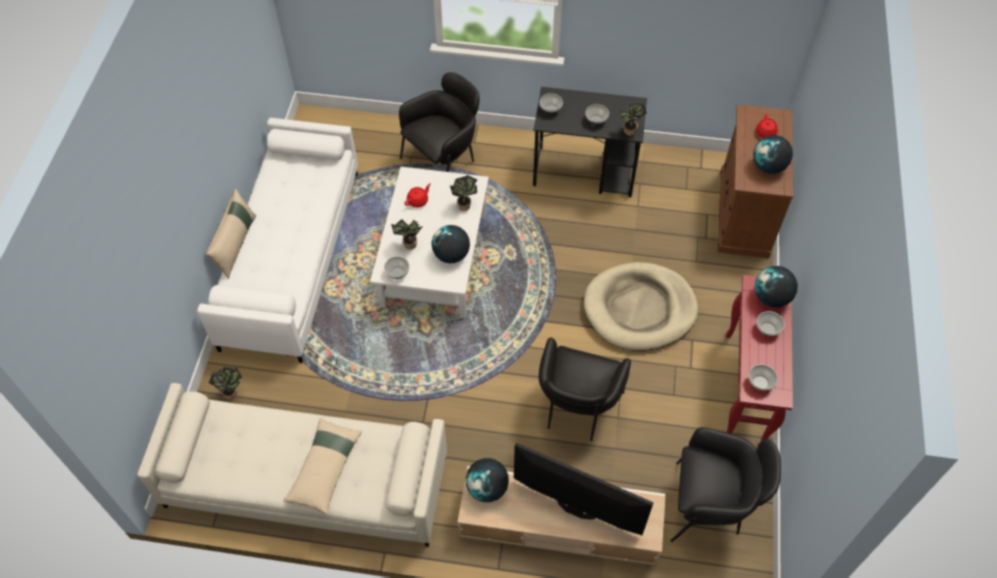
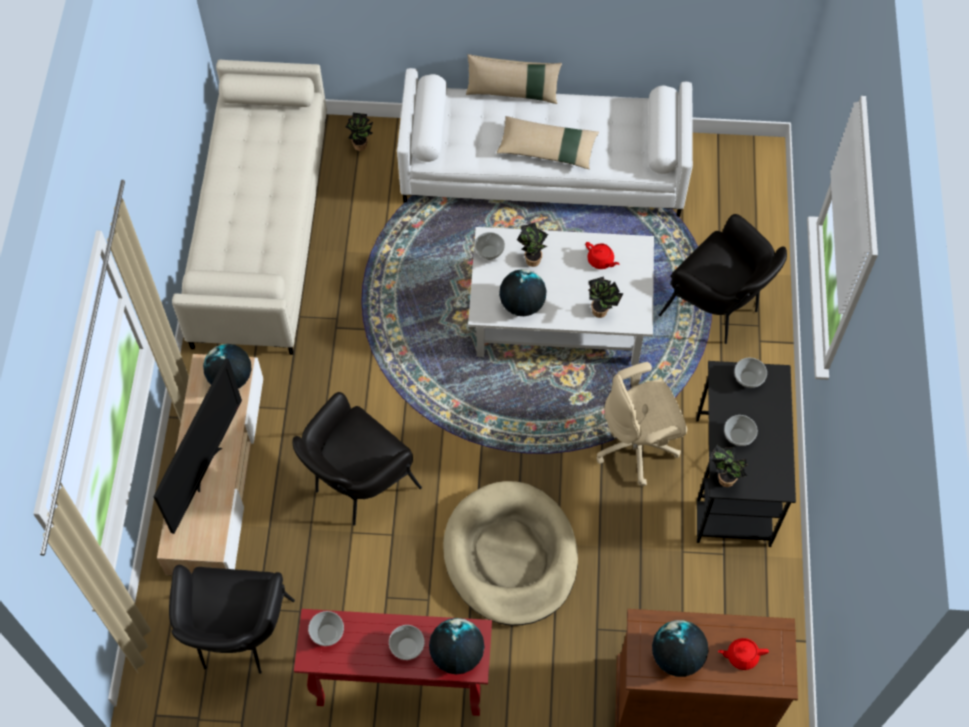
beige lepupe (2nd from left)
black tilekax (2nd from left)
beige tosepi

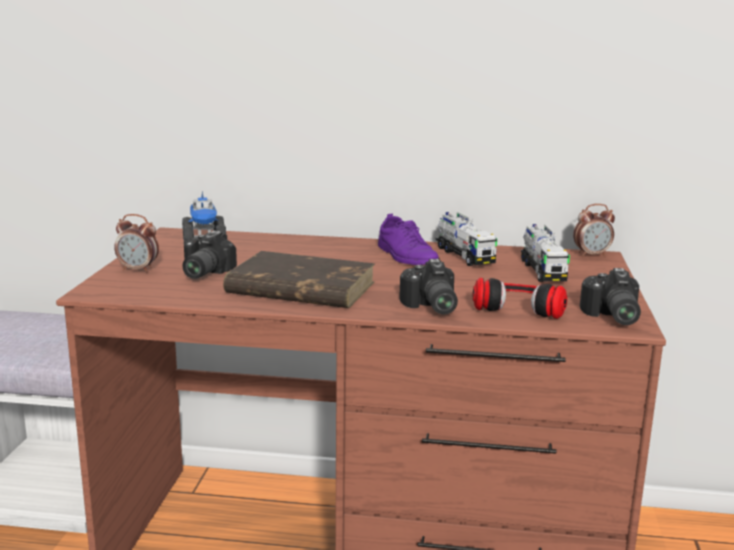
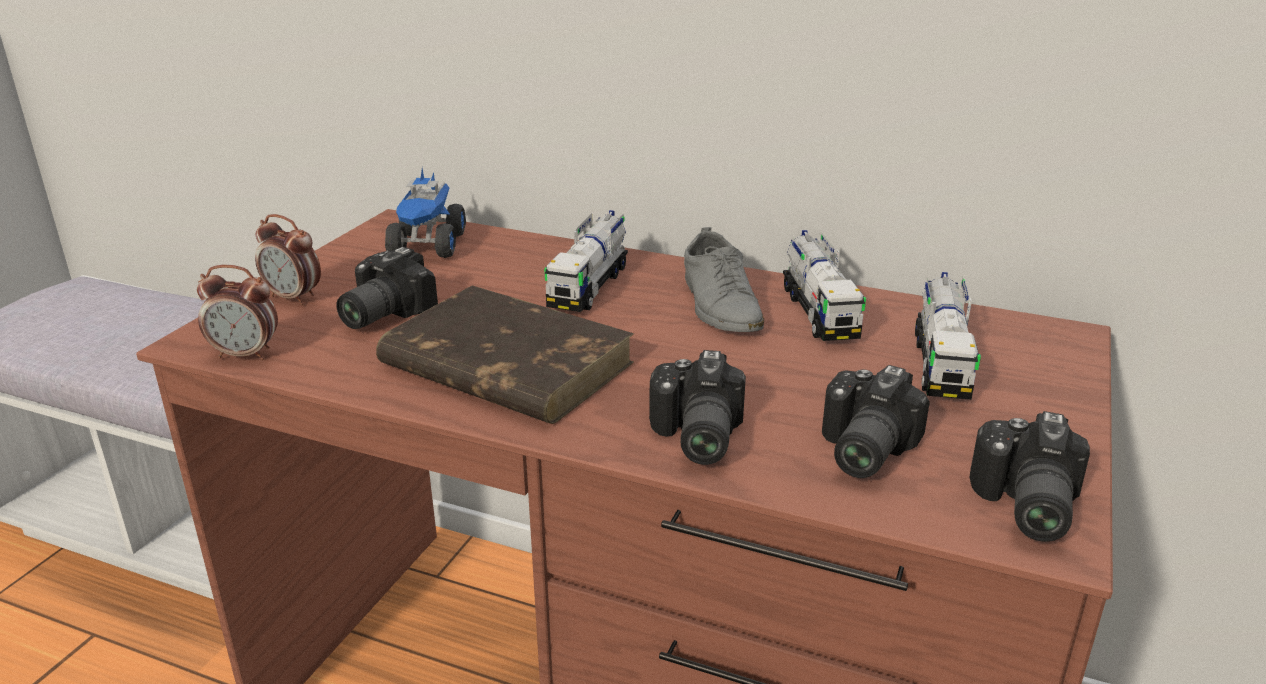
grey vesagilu
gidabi (3rd from left)
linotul (1st from left)
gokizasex (2nd from left)

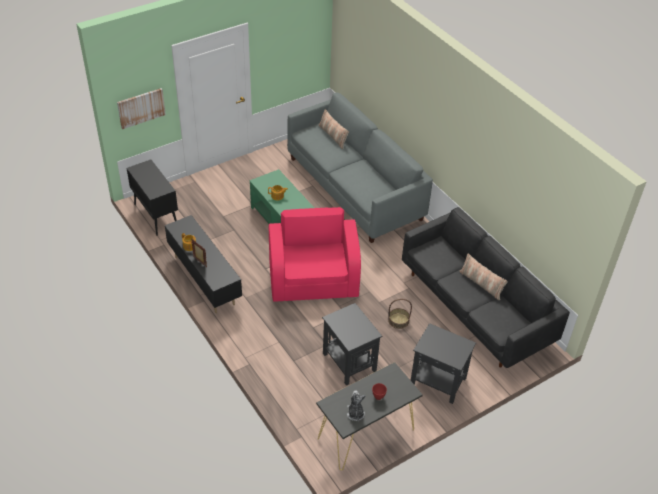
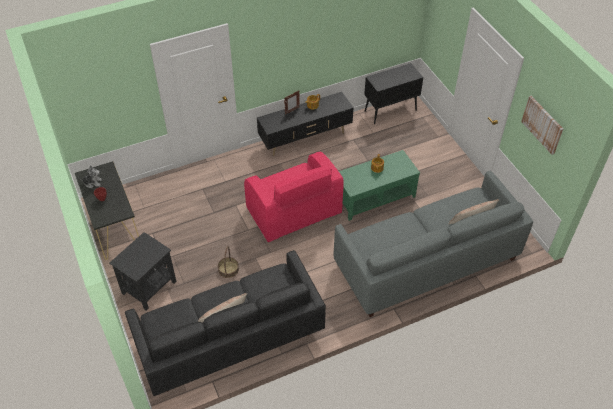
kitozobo
pink tilekax
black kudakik (1st from left in the first image)

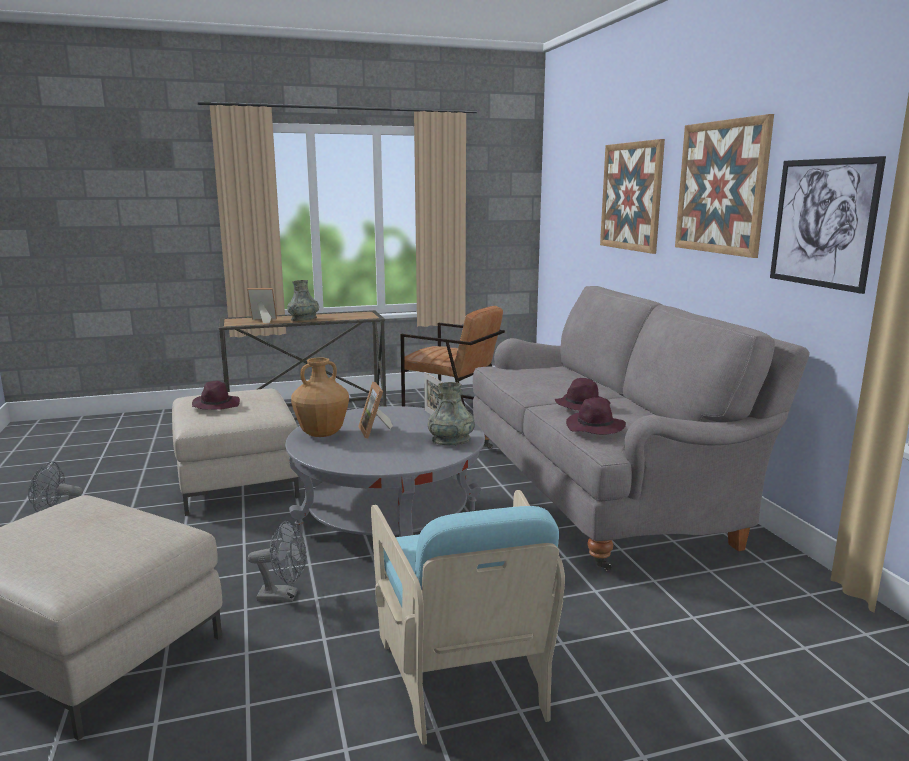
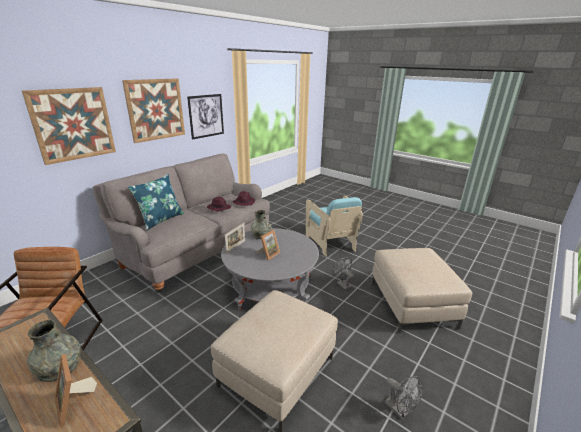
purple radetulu (1st from left in the first image)
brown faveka
turquoise tilekax
blue lepupe

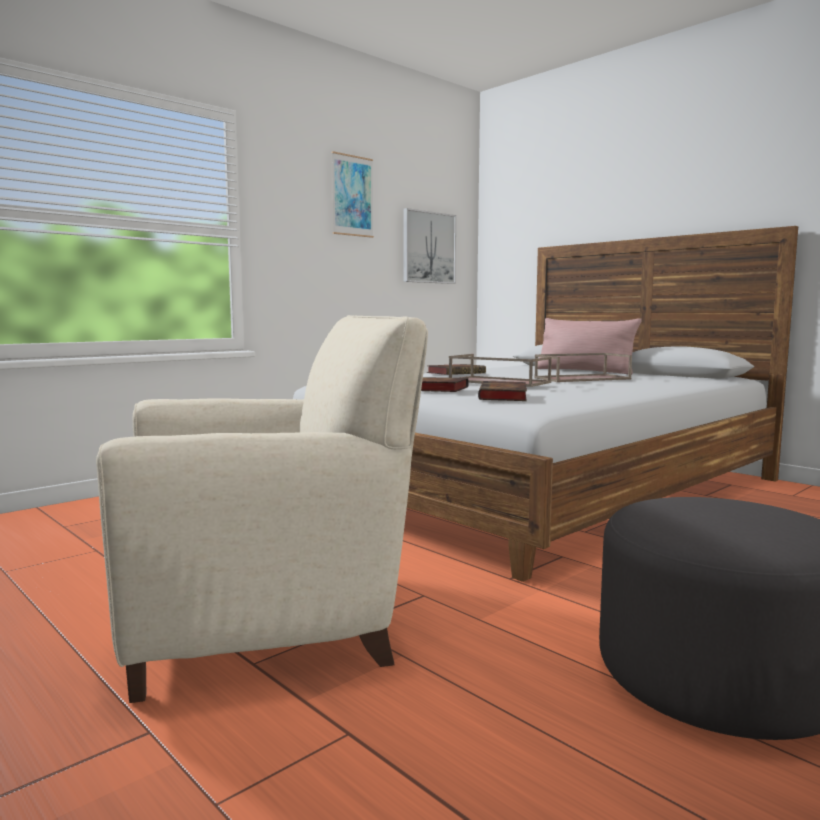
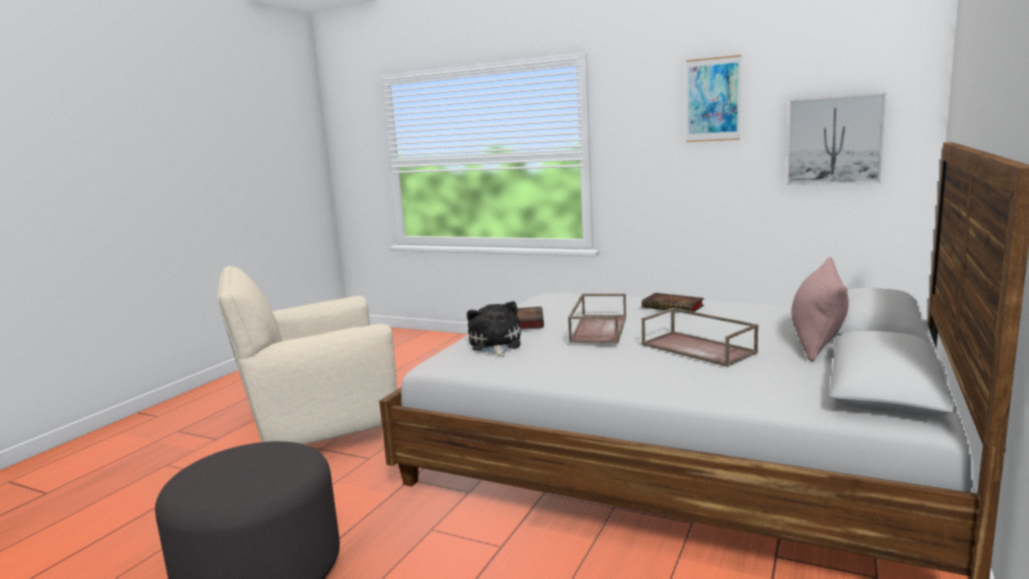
beige tilekax
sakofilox

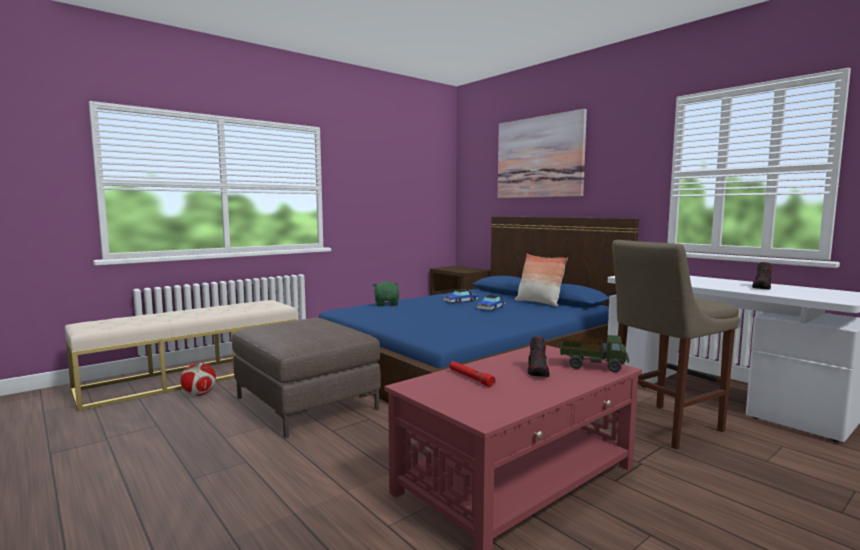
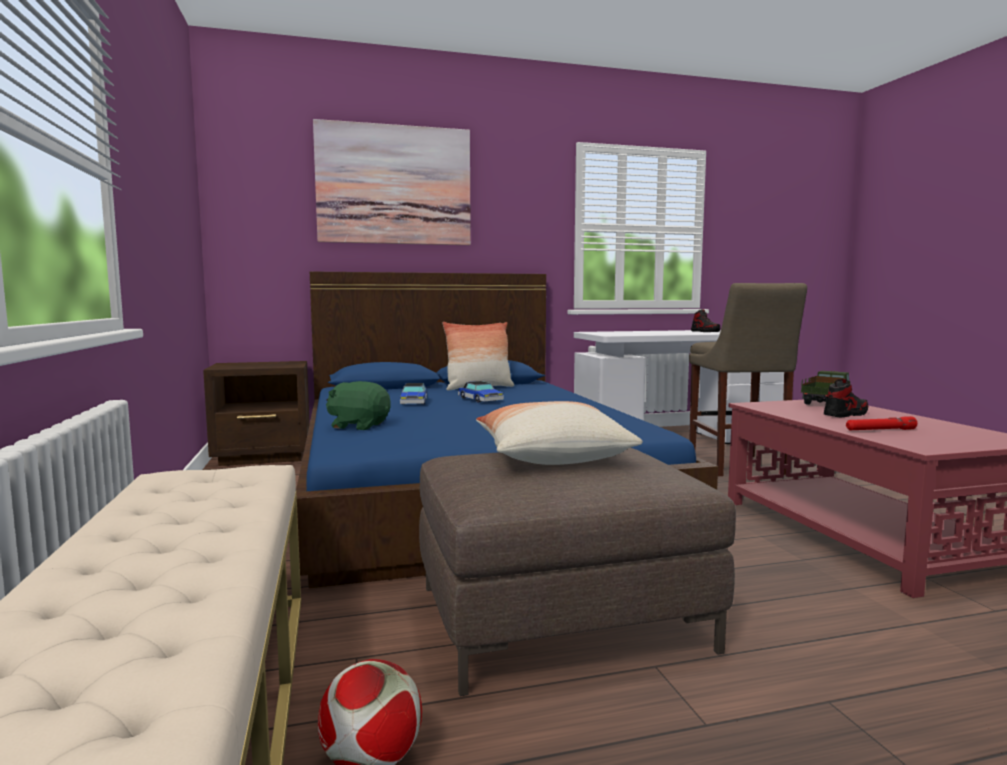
vesagilu (2nd from left)
lepupe (2nd from left)

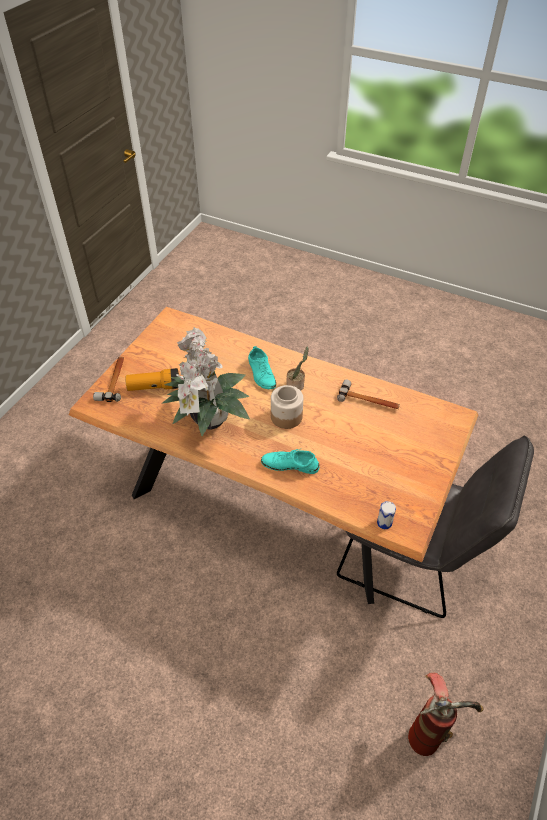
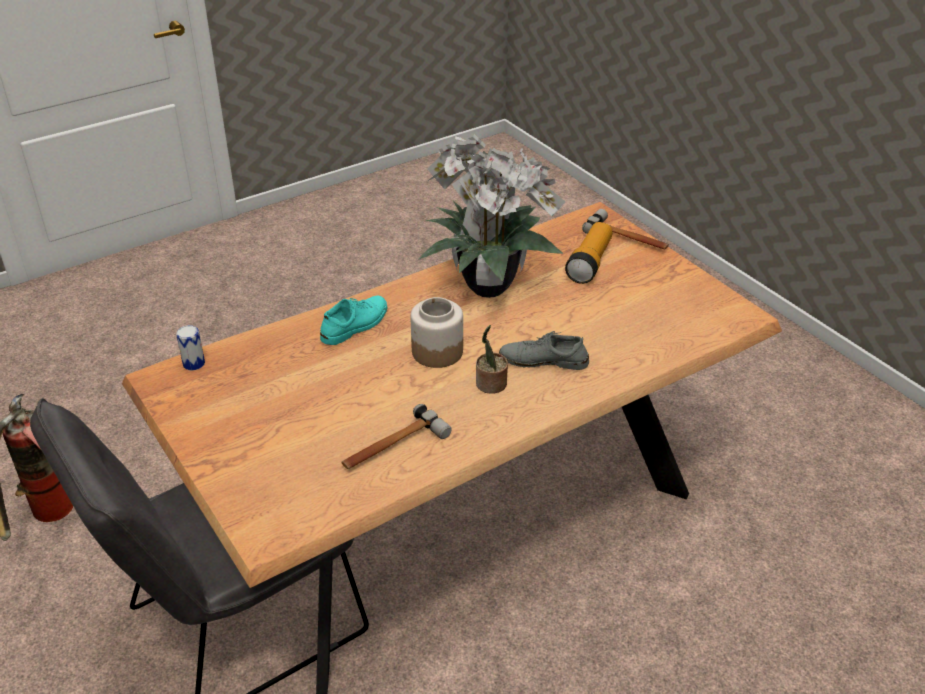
grey vesagilu

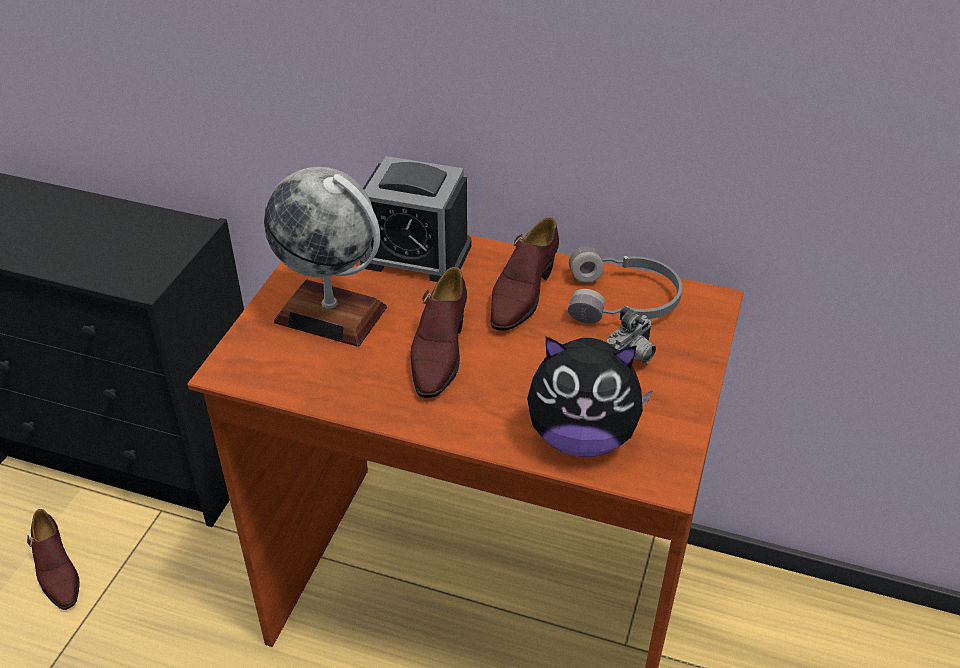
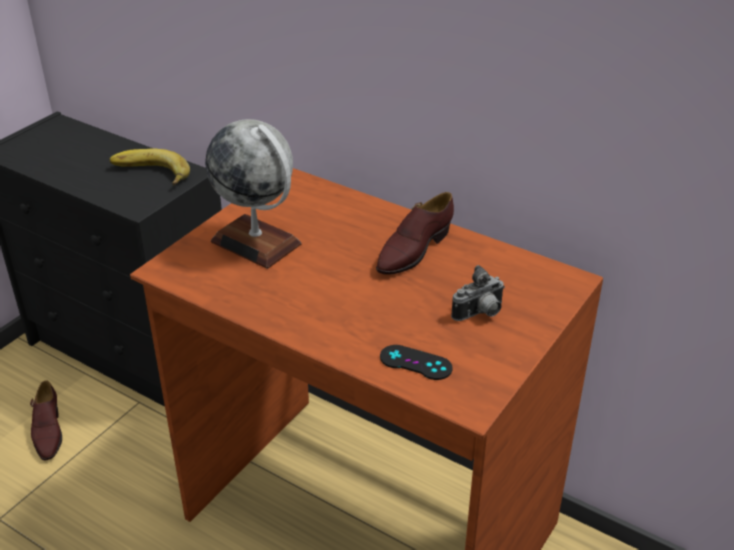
linotul
brown vesagilu (2nd from left in the first image)
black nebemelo
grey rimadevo
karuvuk

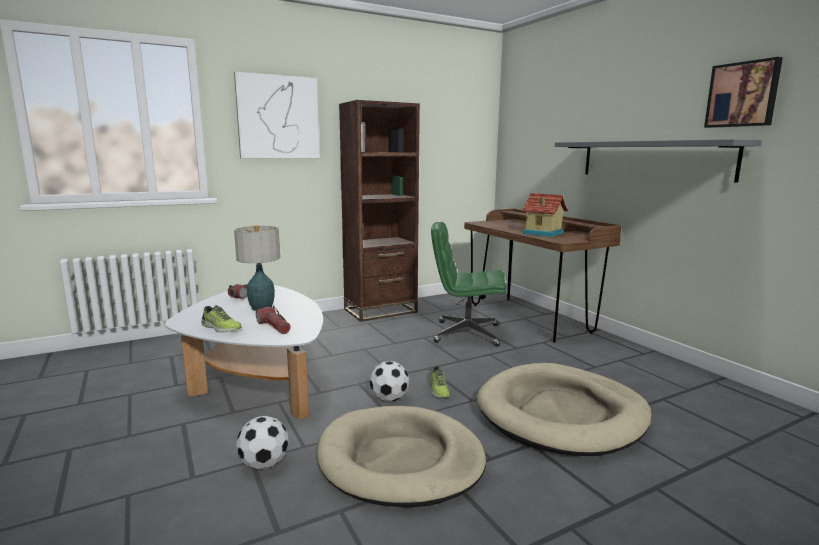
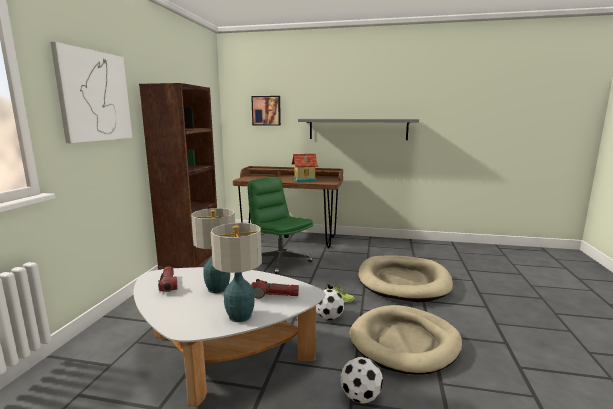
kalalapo (2nd from left)
green tosepi
kitozobo (2nd from left)

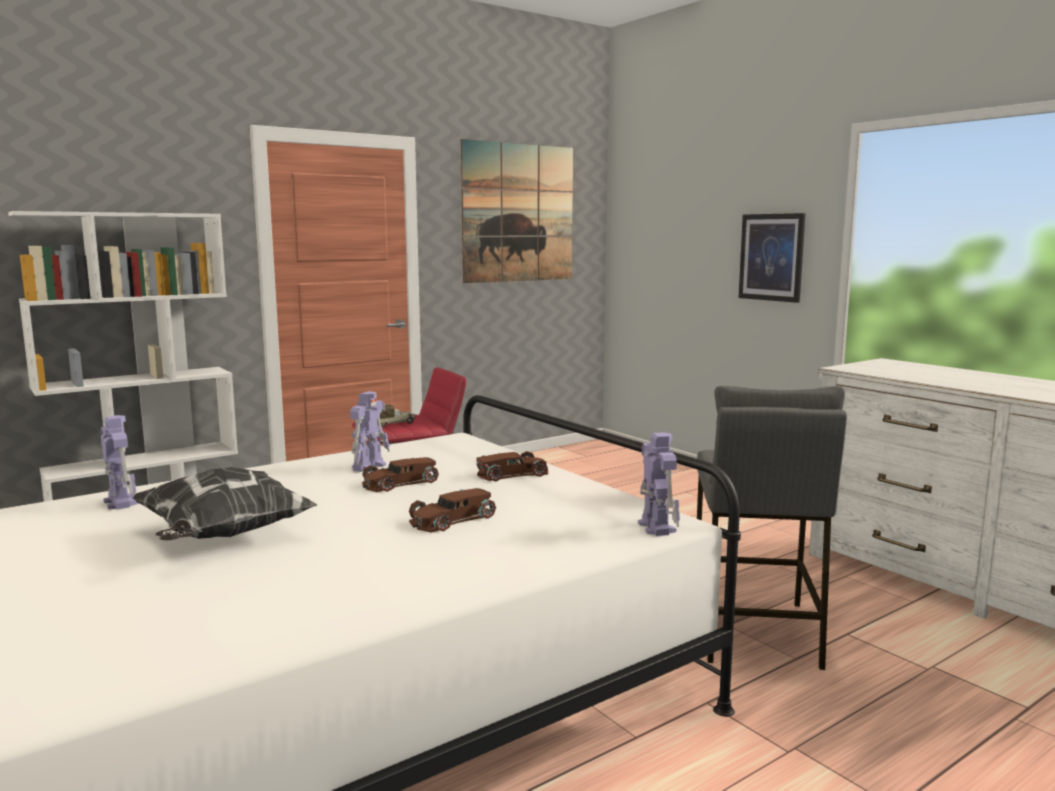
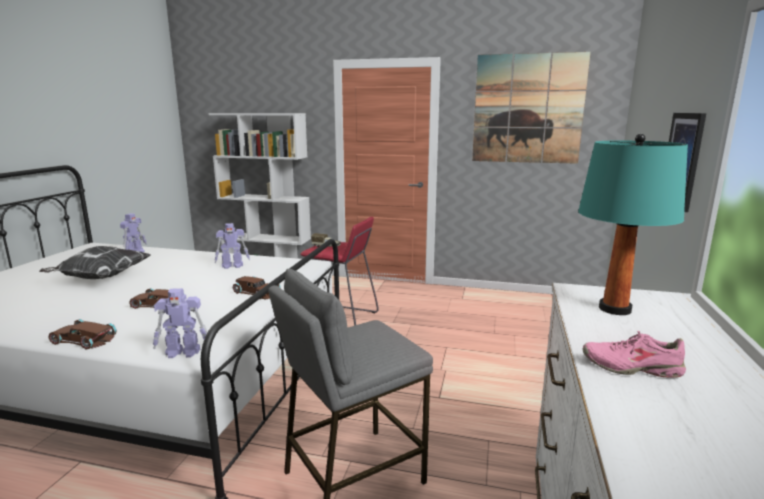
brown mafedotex (1st from left)
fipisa (2nd from left)
turquoise kalalapo
pink vesagilu

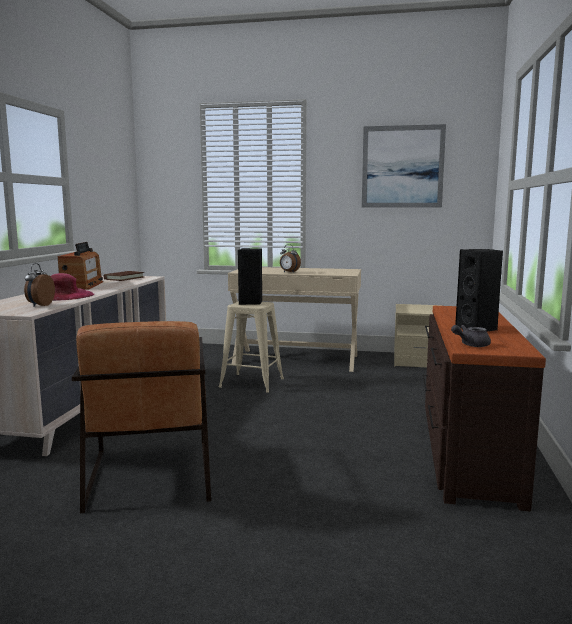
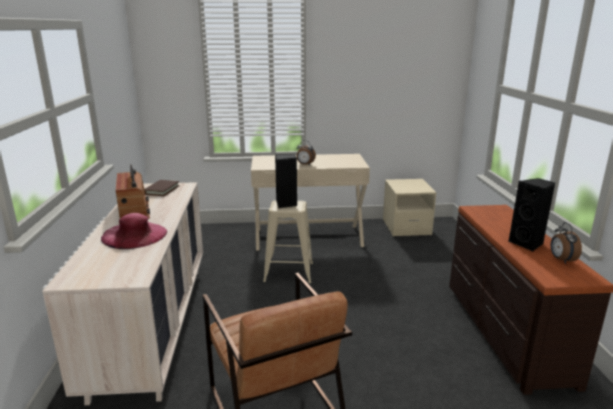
linotul (2nd from left)
kitozobo
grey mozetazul

